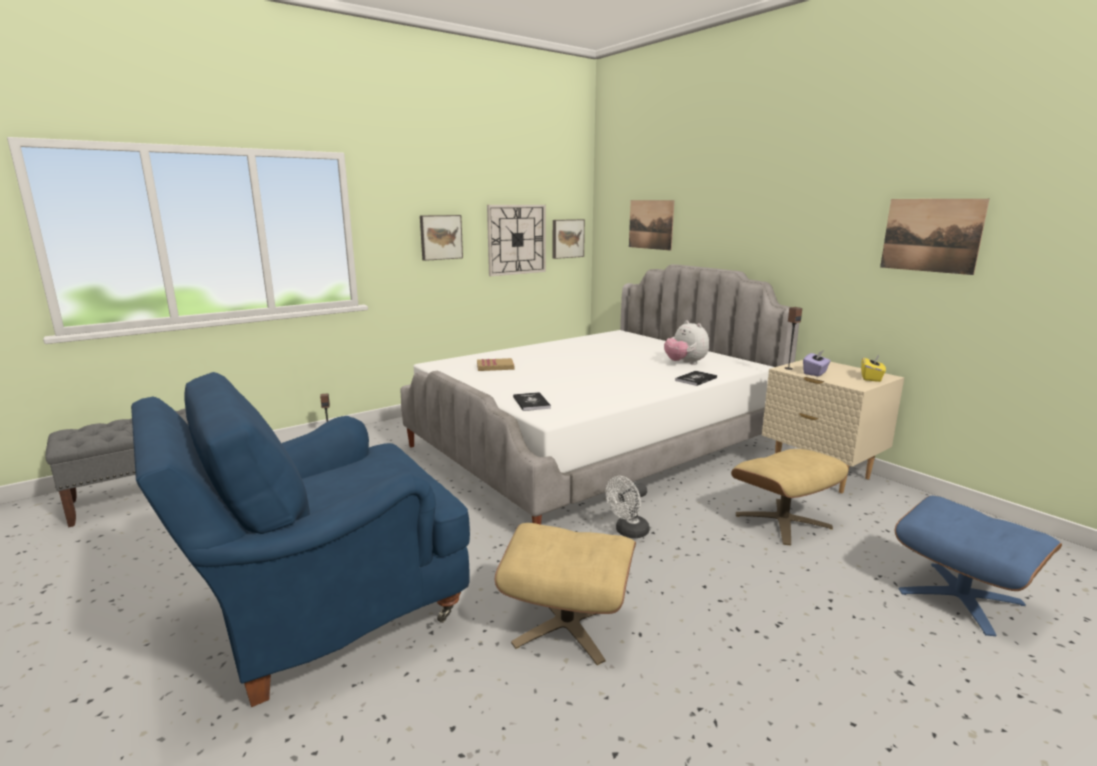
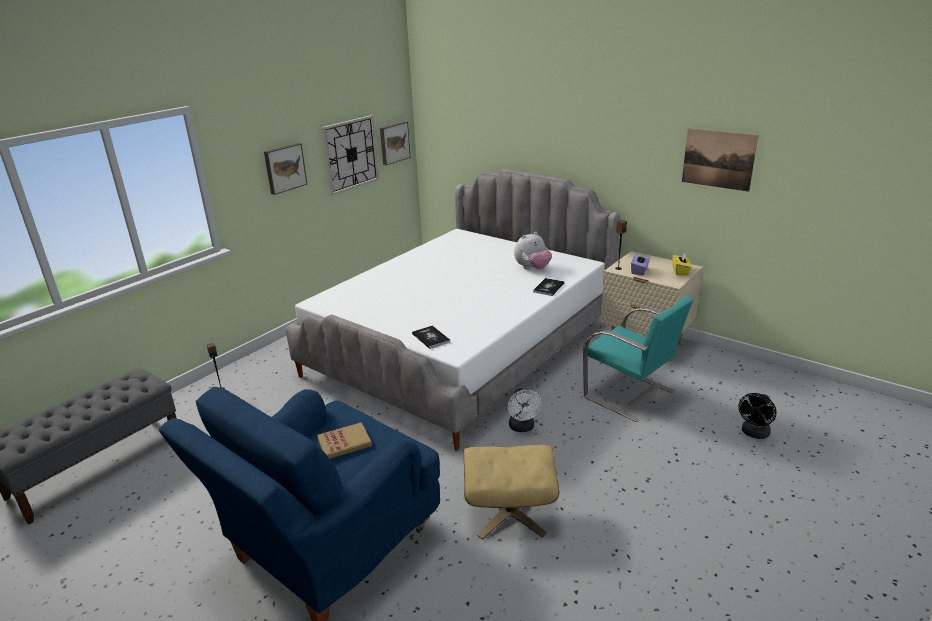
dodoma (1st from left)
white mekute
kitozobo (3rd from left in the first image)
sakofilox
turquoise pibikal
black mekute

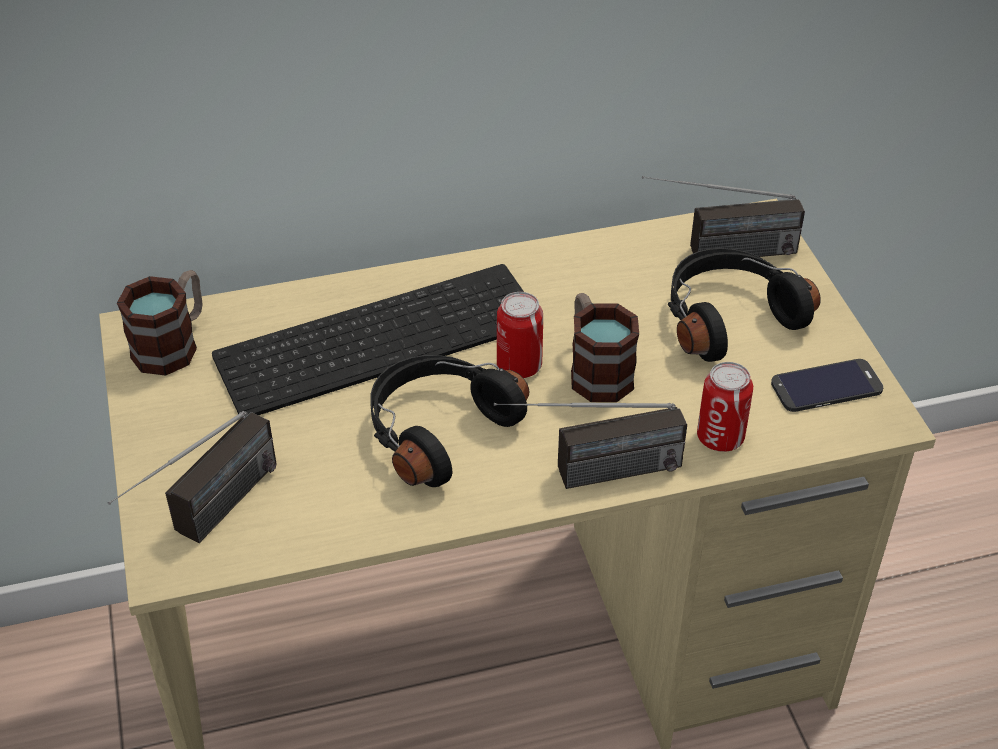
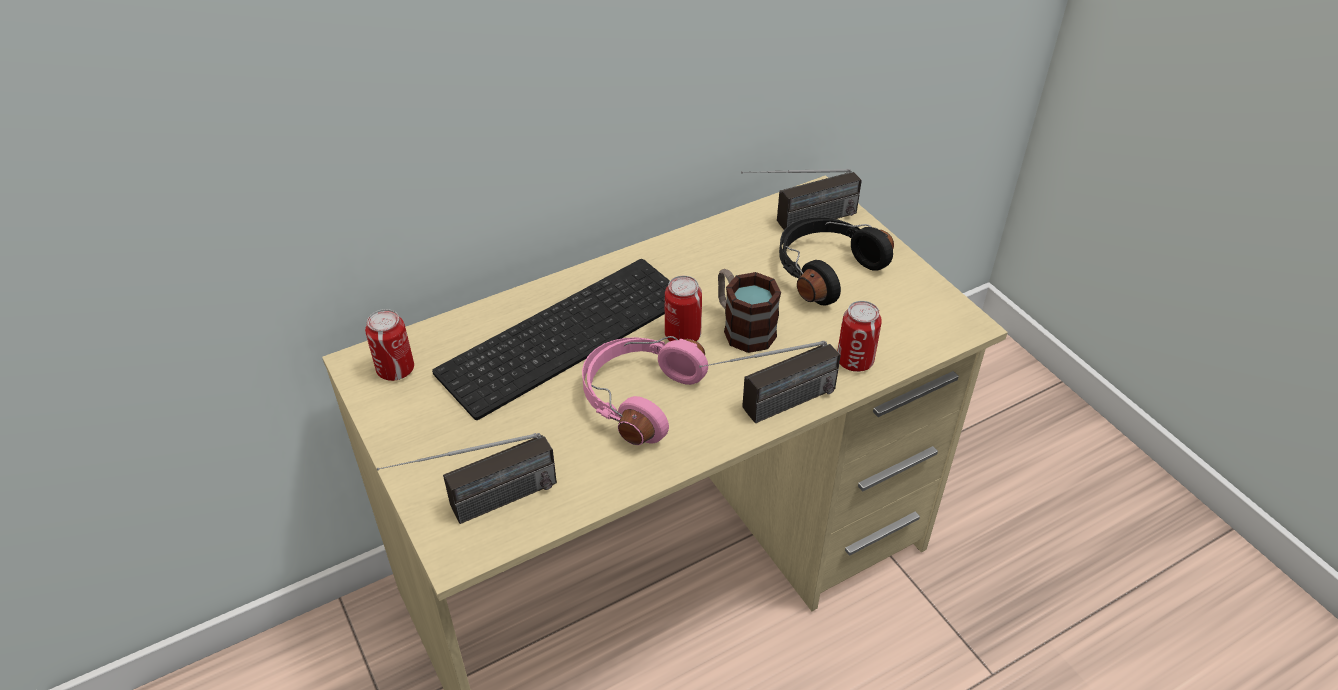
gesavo (1st from left)
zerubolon (1st from left)
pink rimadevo
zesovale

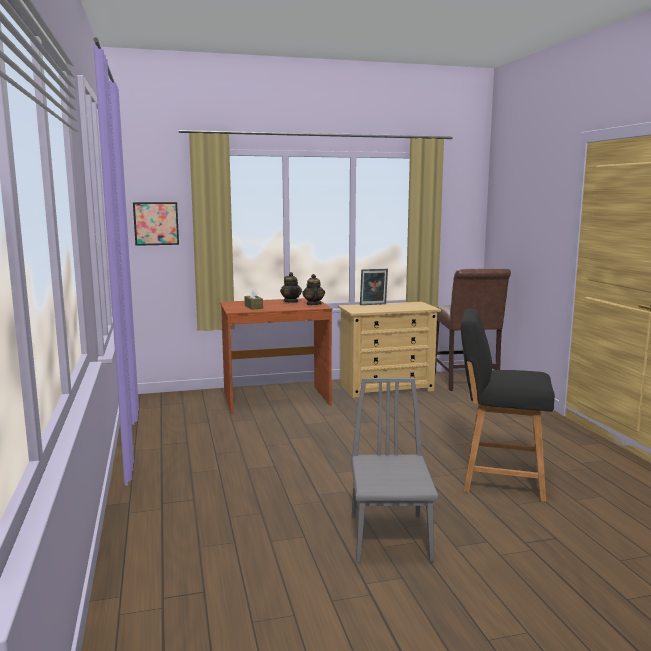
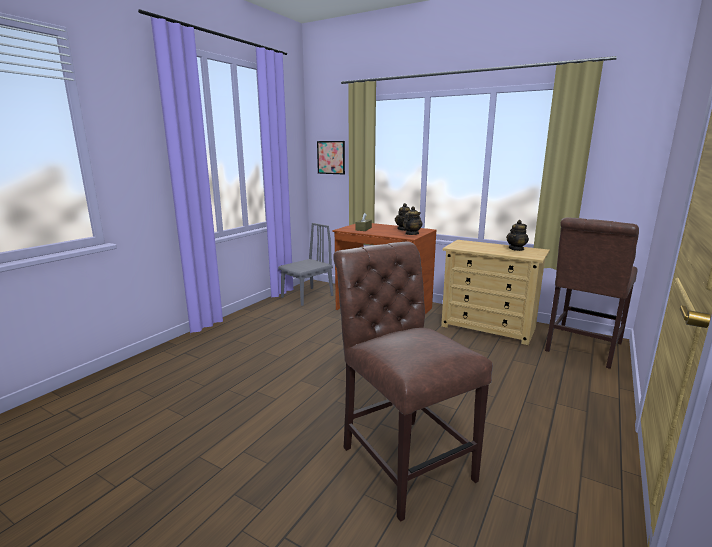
grey pibikal
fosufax
brown pibikal (1st from left)
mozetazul (3rd from left)

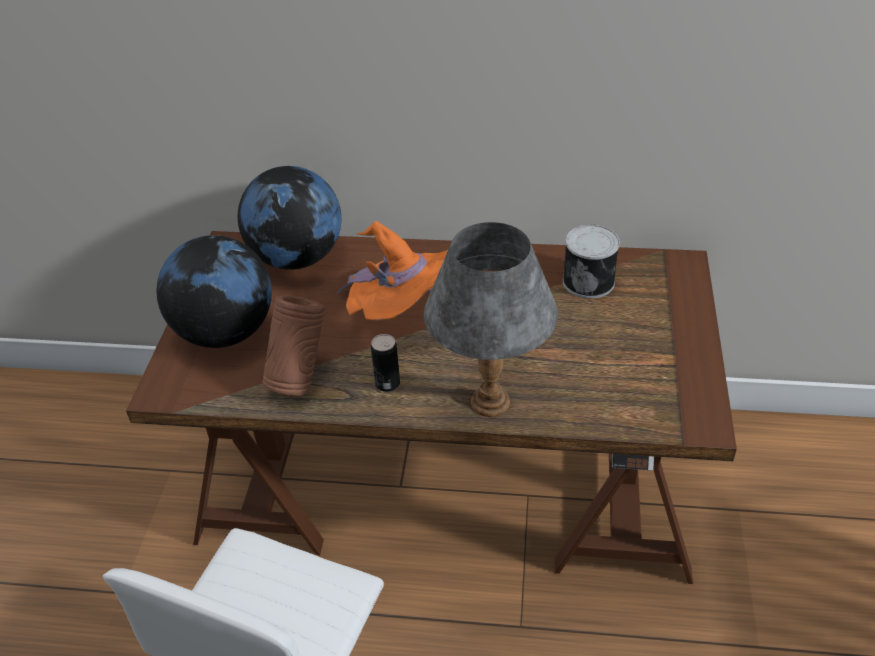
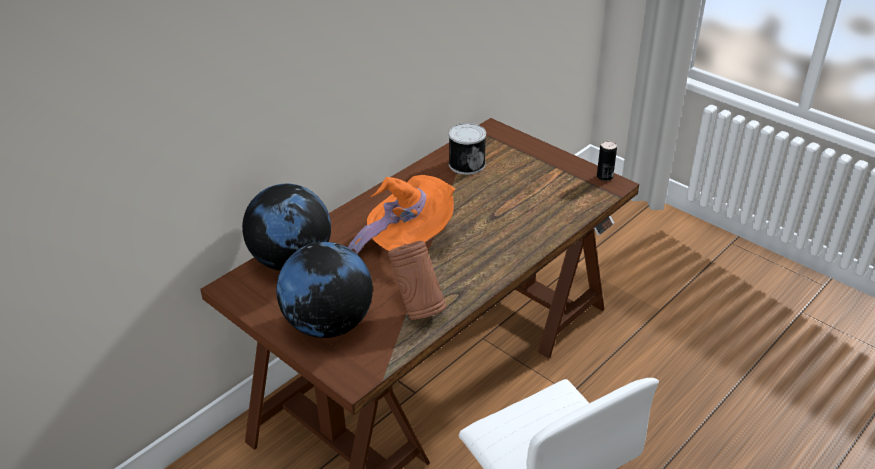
zerubolon (2nd from left)
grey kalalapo

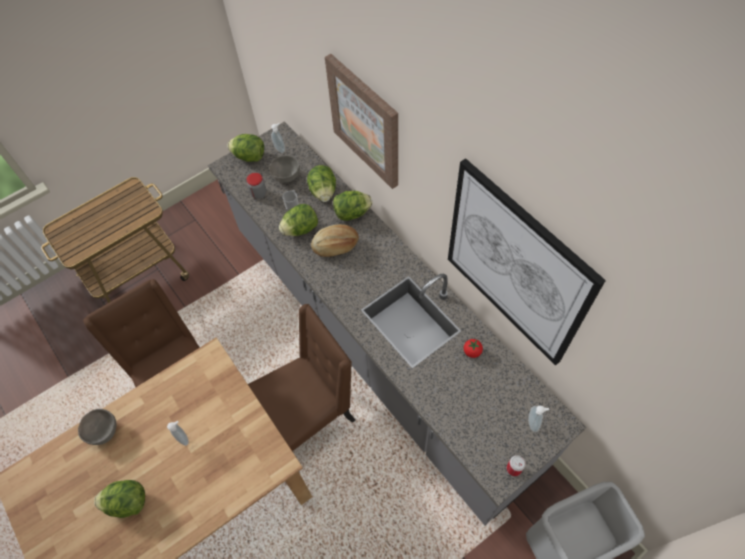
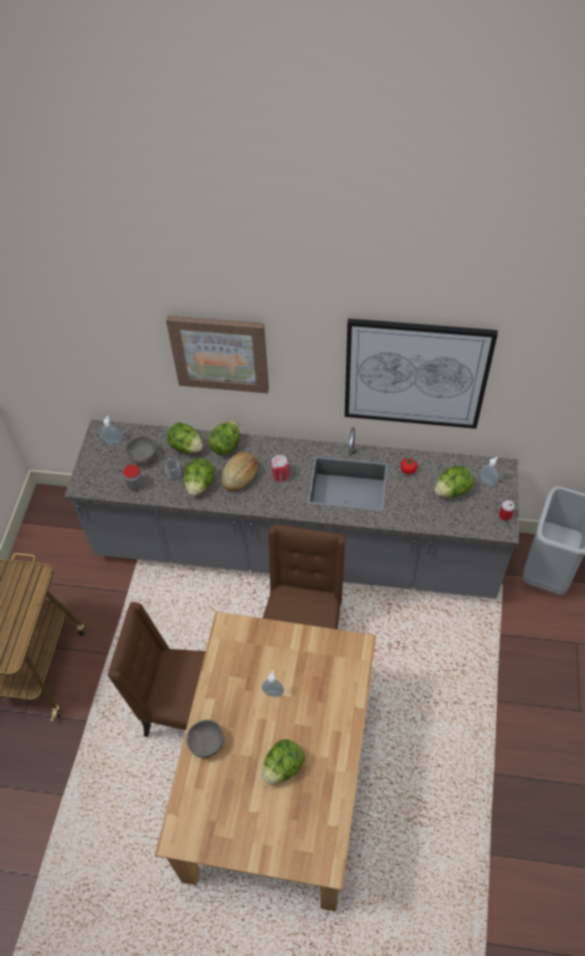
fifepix (5th from left)
zerubolon (1st from left)

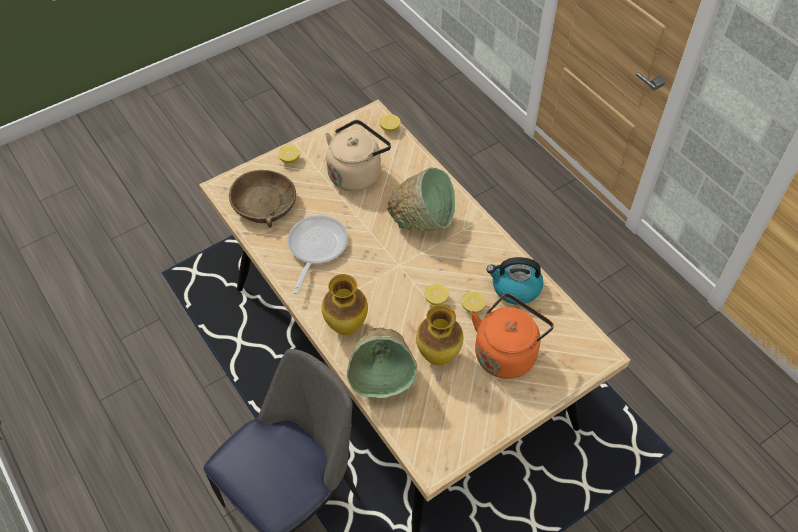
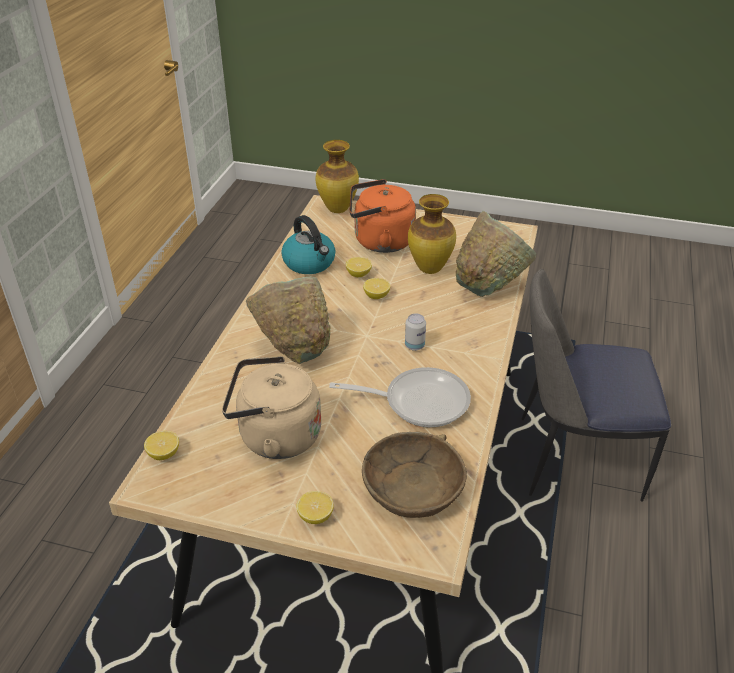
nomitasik
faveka (1st from left)
zerubolon

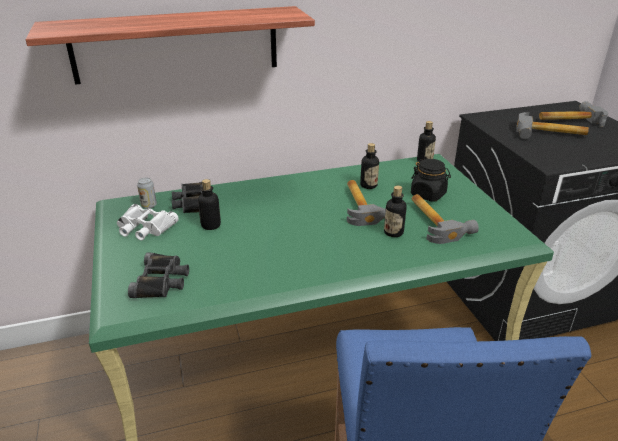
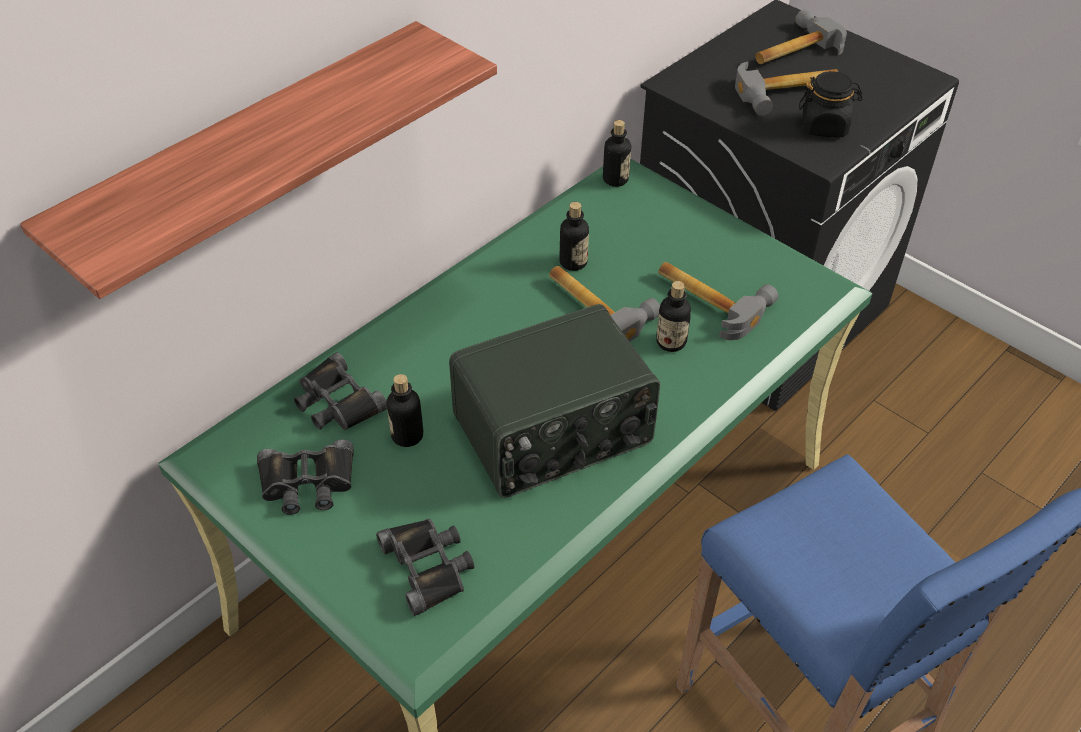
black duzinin (1st from left)
zerubolon
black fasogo
gesavo

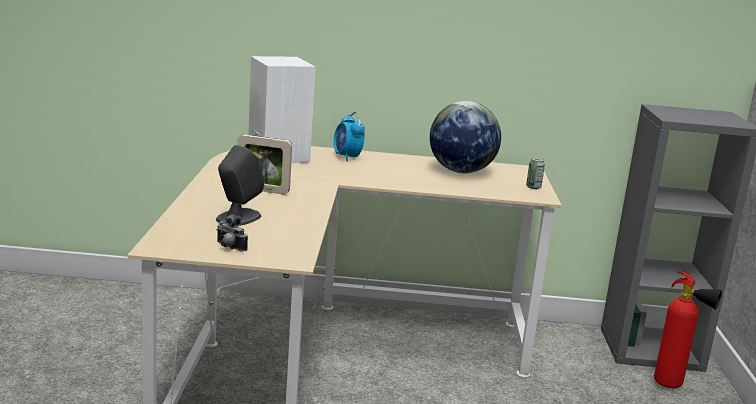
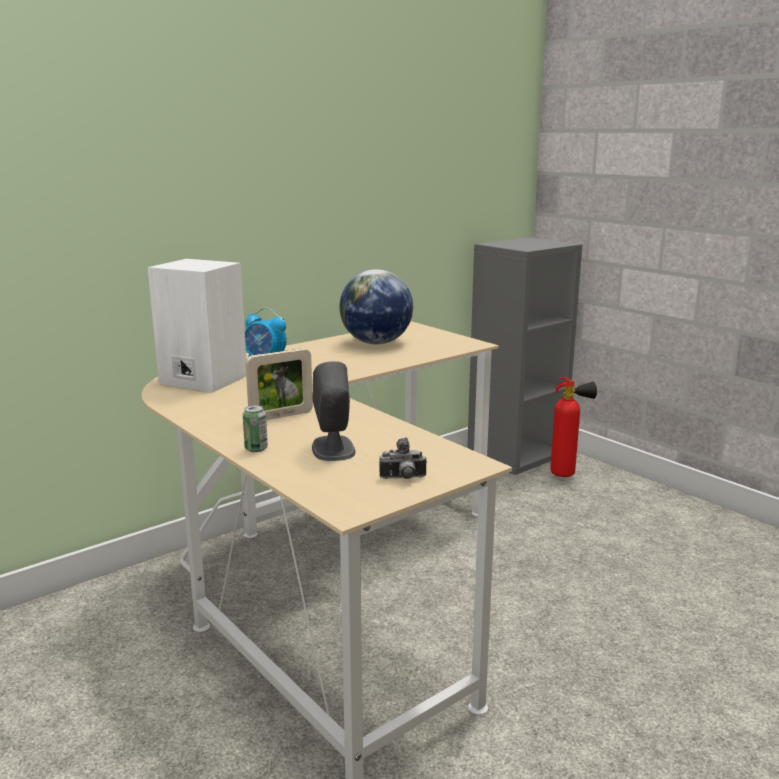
zerubolon

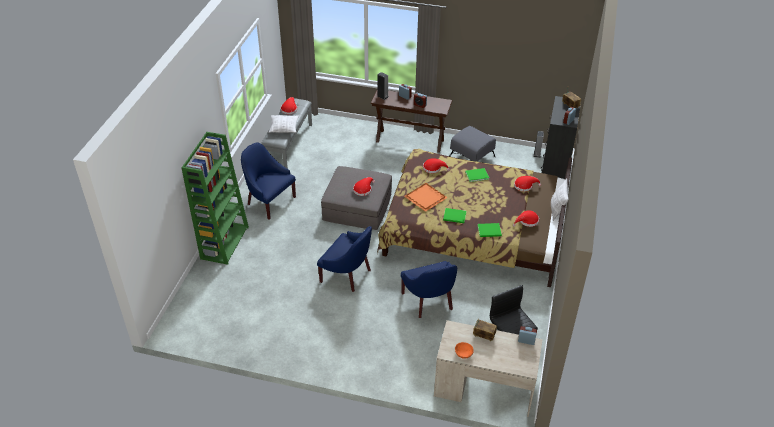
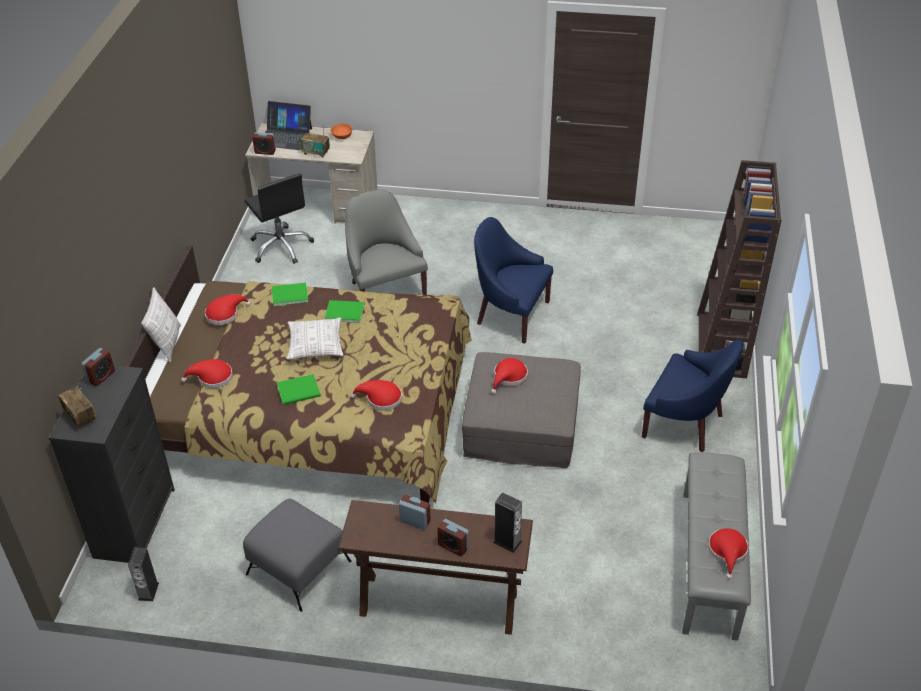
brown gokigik
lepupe (2nd from left)
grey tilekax
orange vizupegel
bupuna

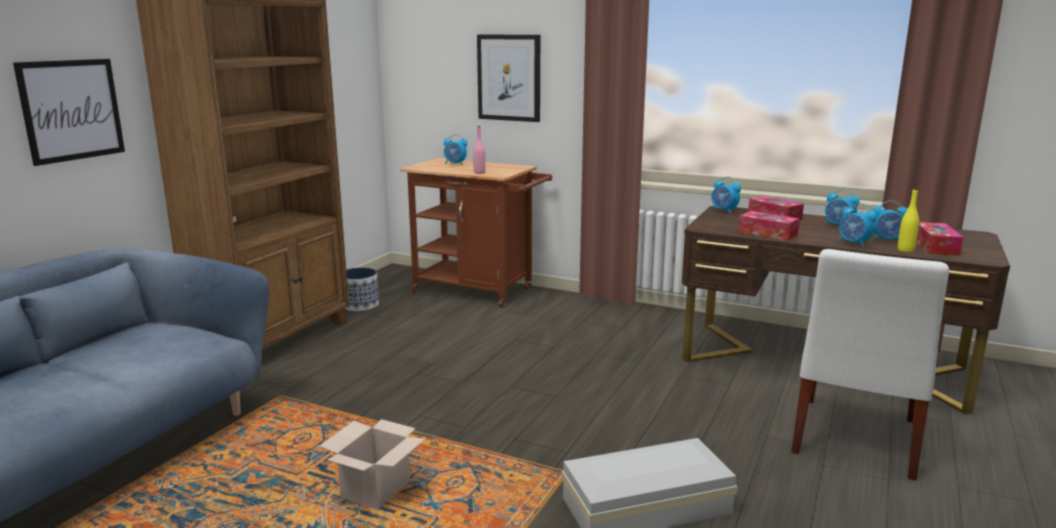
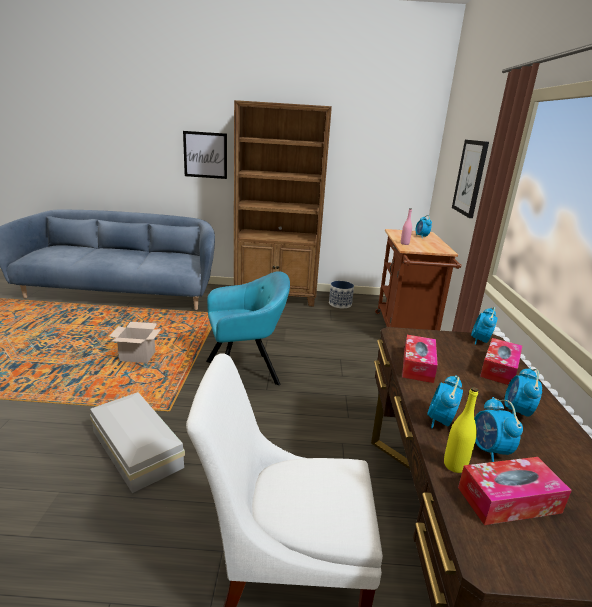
turquoise tilekax

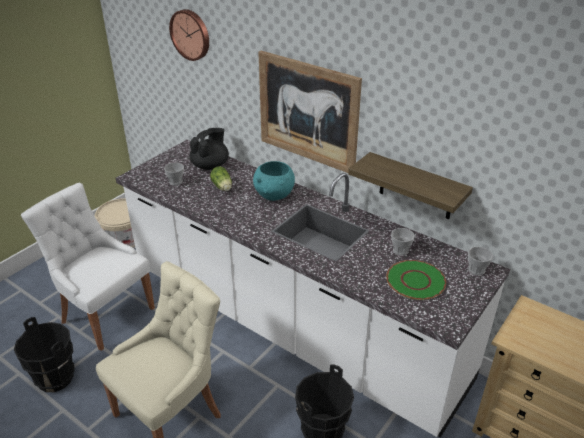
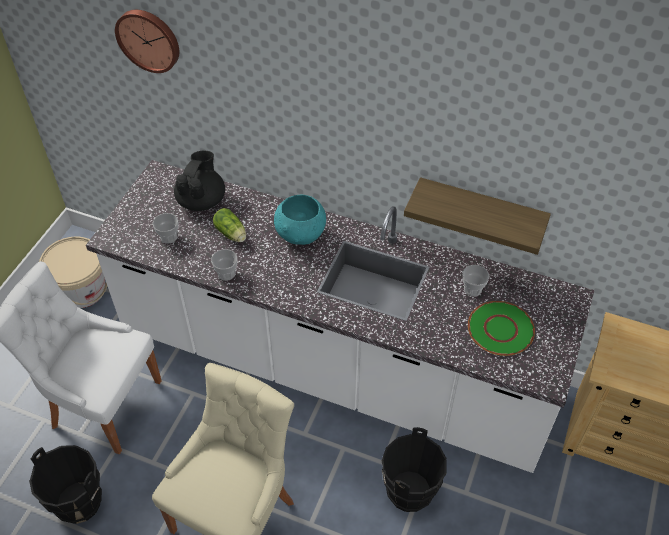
kitozobo
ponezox (2nd from left)

